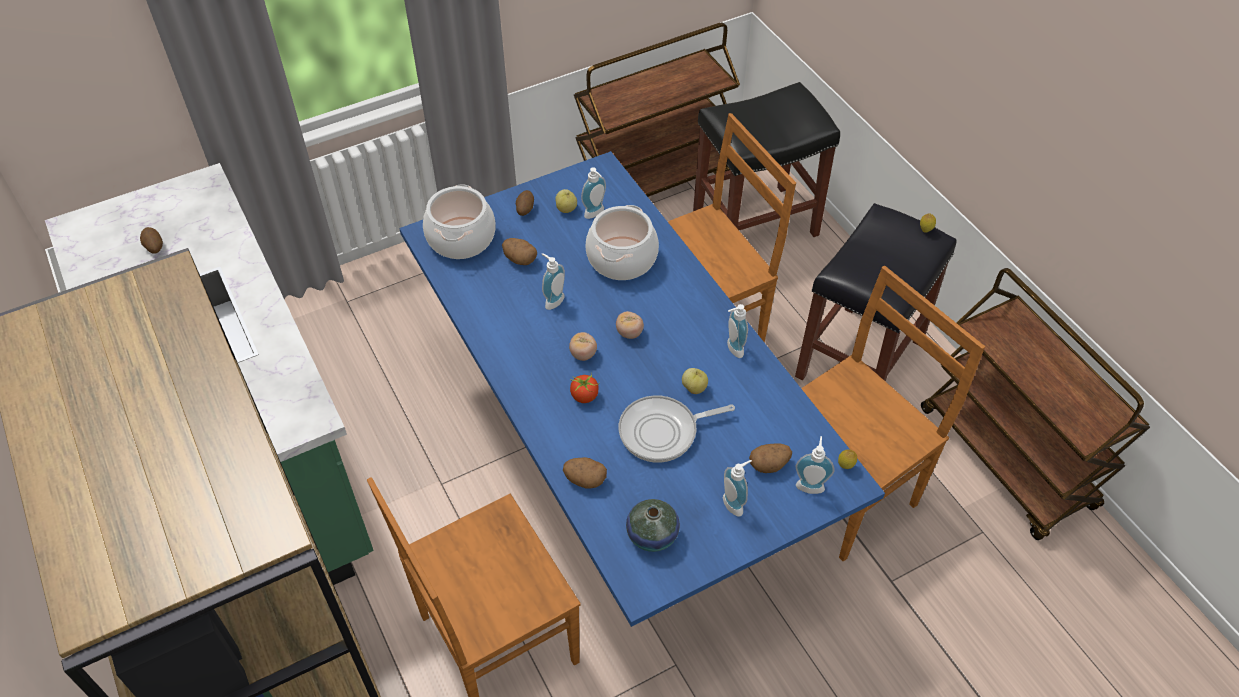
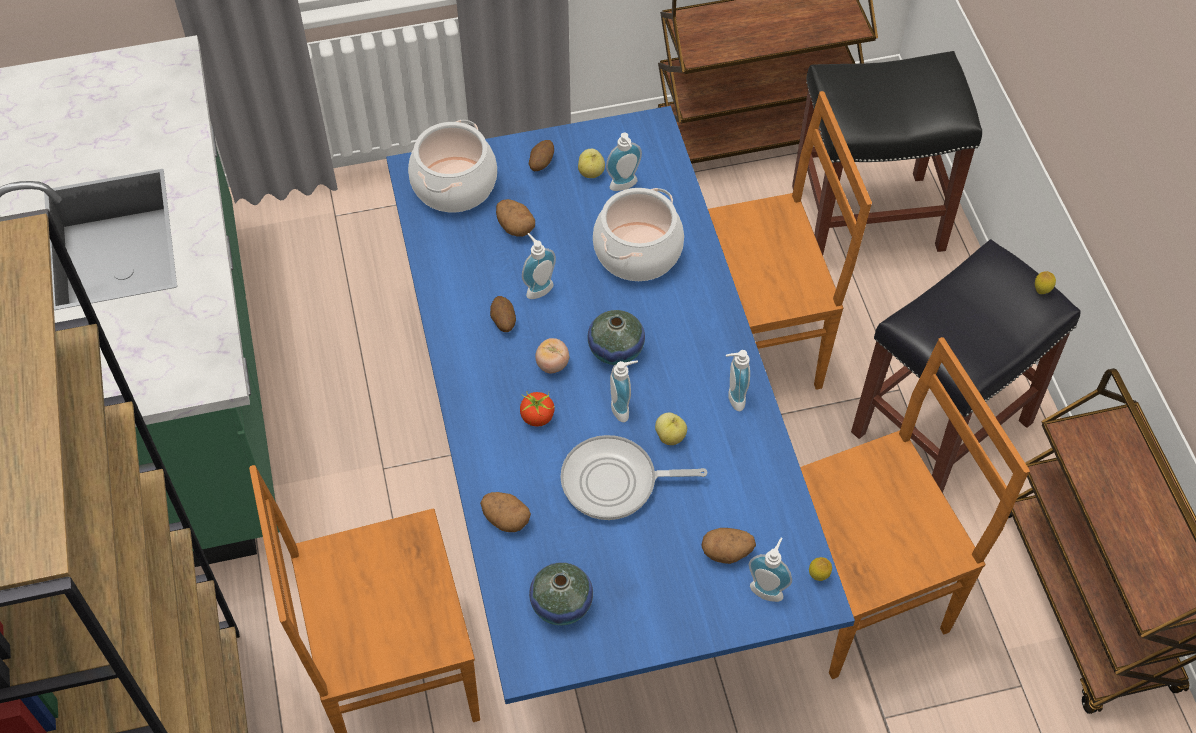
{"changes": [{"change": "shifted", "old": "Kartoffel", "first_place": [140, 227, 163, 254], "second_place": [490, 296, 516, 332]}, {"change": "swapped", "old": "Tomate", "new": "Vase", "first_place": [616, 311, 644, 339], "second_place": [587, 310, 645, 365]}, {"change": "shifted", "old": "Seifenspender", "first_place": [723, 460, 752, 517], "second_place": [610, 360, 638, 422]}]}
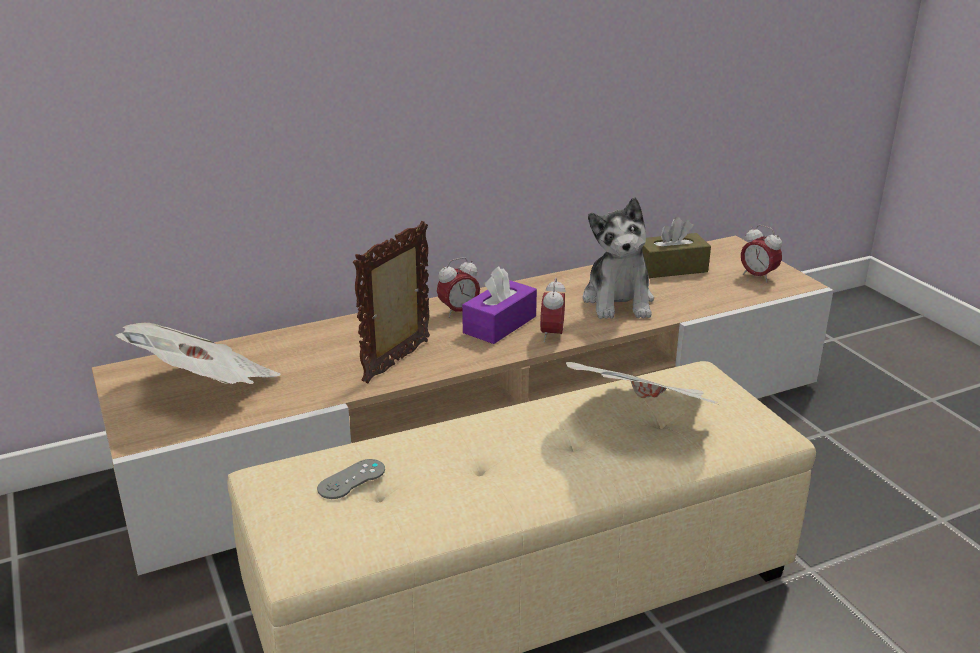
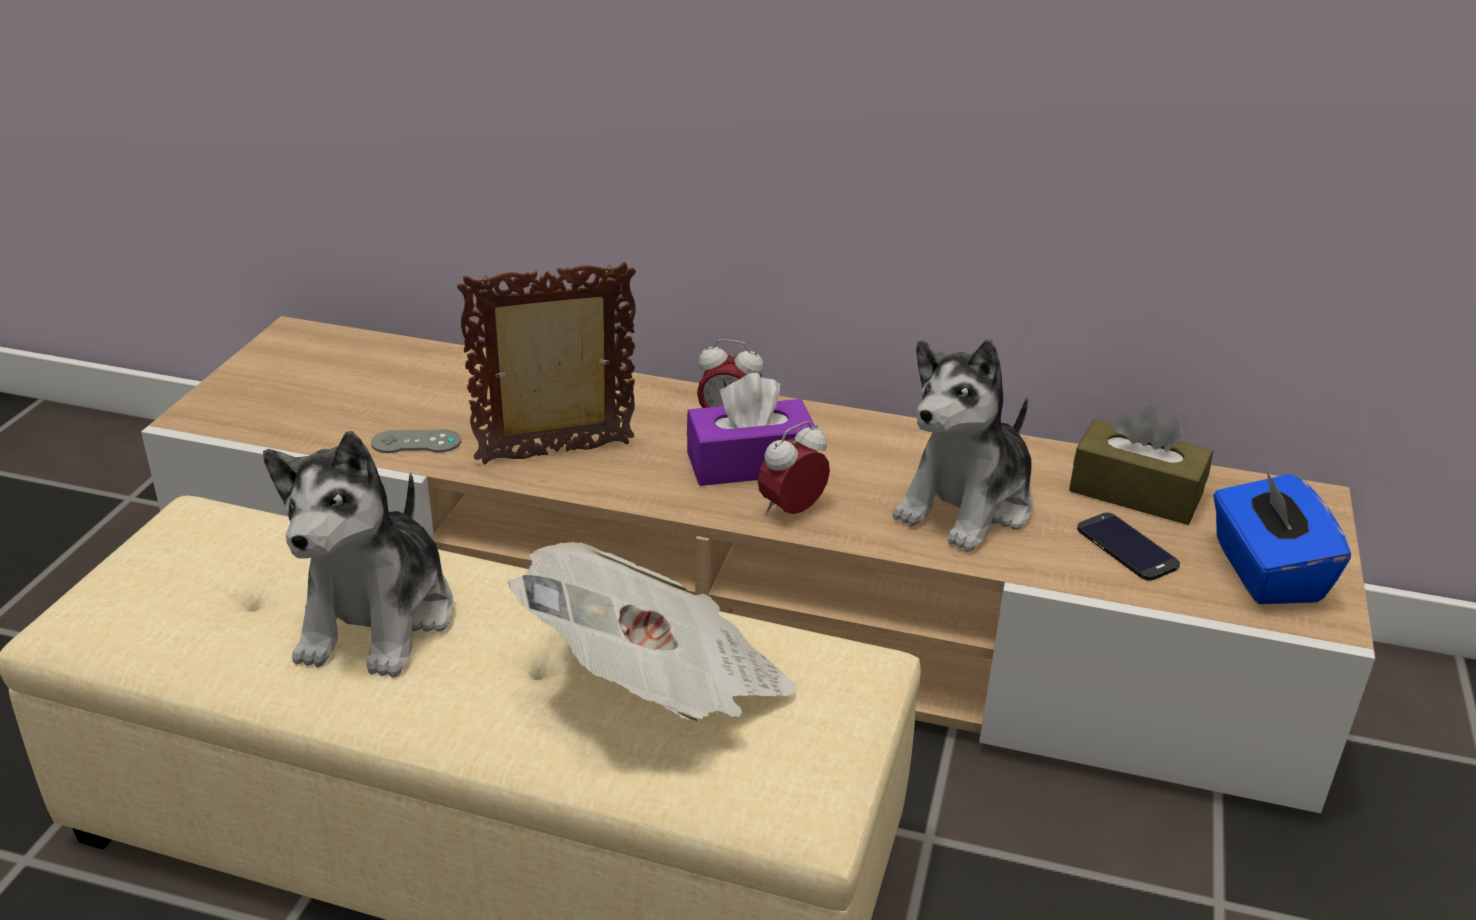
{"changes": [{"change": "swapped", "old": "Wecker", "new": "Taschentuchbox/blau", "first_place": [741, 225, 782, 283], "second_place": [1213, 468, 1351, 604]}, {"change": "gone", "old": "Zeitung", "first_place": [115, 323, 281, 384]}, {"change": "shifted", "old": "Gamepad/grau", "first_place": [317, 459, 385, 499], "second_place": [371, 430, 461, 453]}, {"change": "new", "new": "Plüschtier", "second_place": [263, 431, 453, 678]}, {"change": "new", "new": "Handy", "second_place": [1077, 513, 1180, 581]}]}
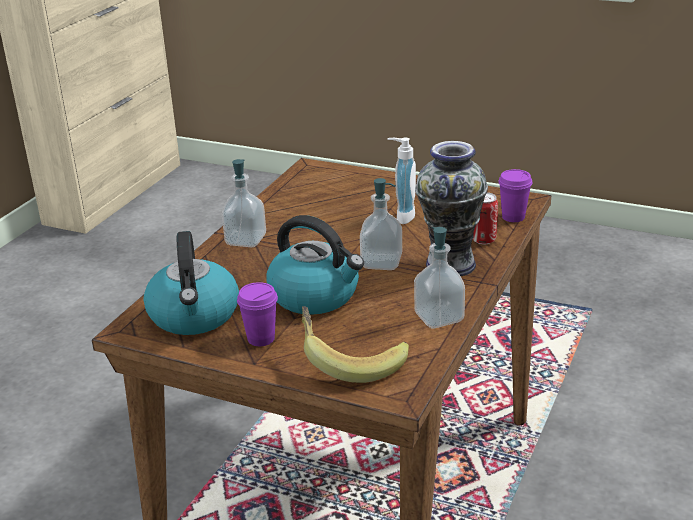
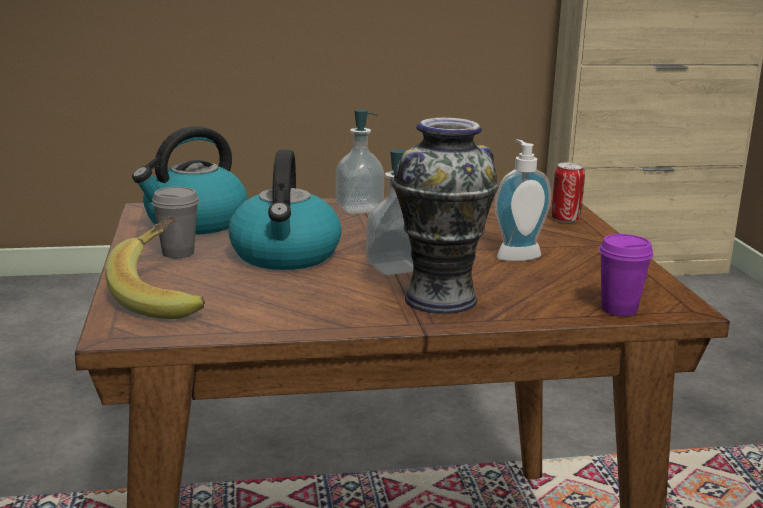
{"changes": [{"change": "shifted", "old": "Dose", "first_place": [472, 192, 498, 245], "second_place": [552, 162, 585, 223]}, {"change": "gone", "old": "Seifenspender", "first_place": [414, 227, 465, 328]}, {"change": "repainted", "old": "Tasse/lila", "new": "Tasse/grau", "first_place": [237, 282, 278, 346], "second_place": [152, 187, 199, 258]}]}
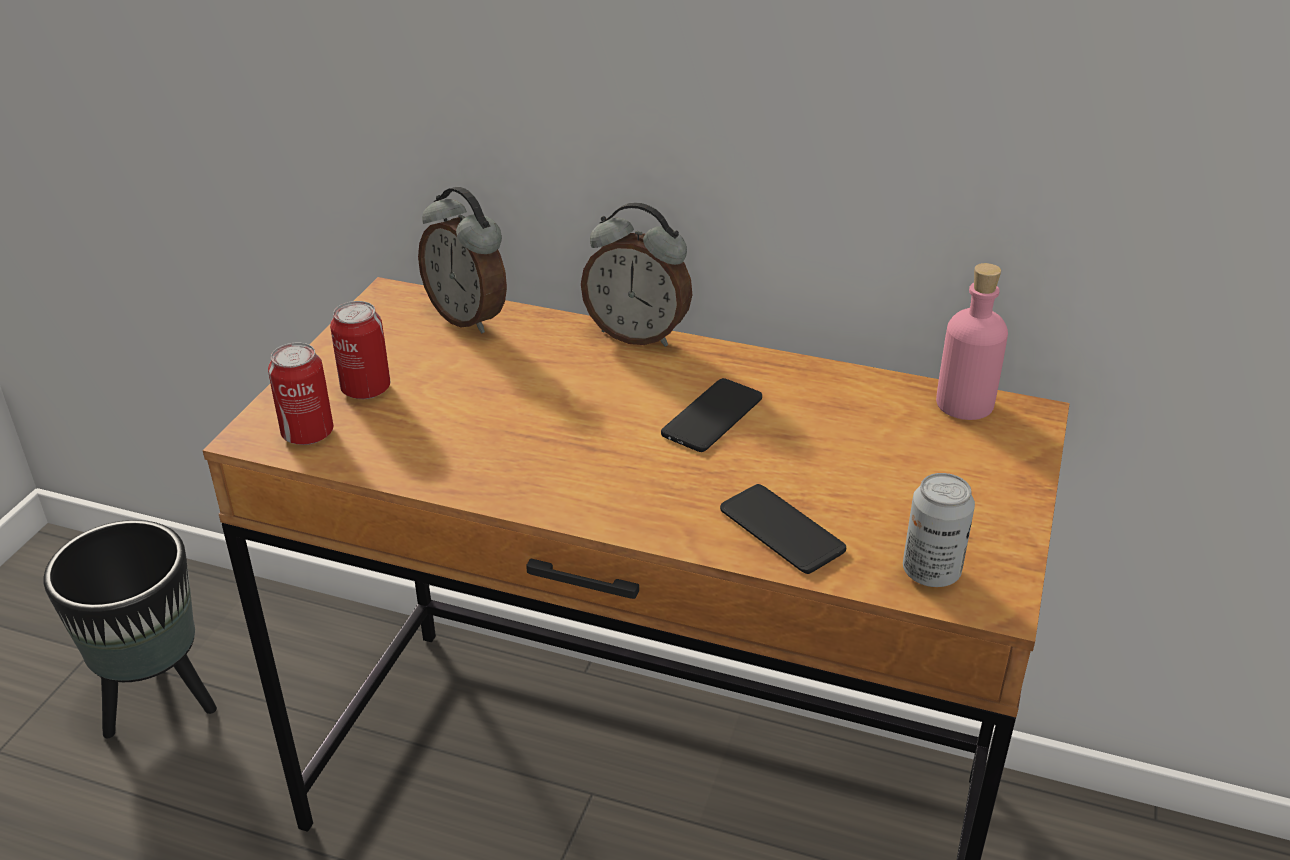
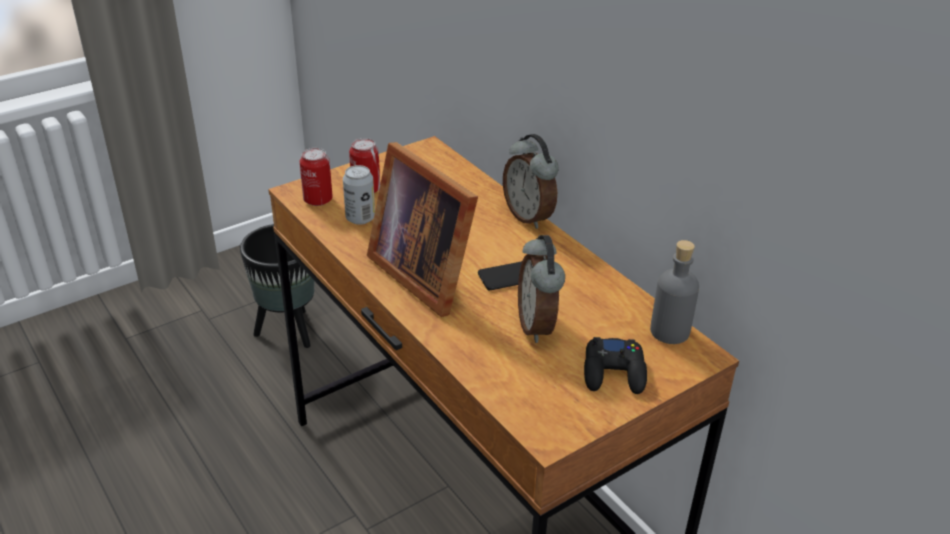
{"changes": [{"change": "shifted", "old": "Wecker", "first_place": [418, 187, 507, 334], "second_place": [518, 235, 565, 343]}, {"change": "repainted", "old": "Flasche/rosa", "new": "Flasche/grau", "first_place": [936, 263, 1008, 420], "second_place": [650, 240, 699, 344]}, {"change": "shifted", "old": "Dose", "first_place": [903, 473, 975, 587], "second_place": [343, 165, 375, 225]}, {"change": "gone", "old": "Handy", "first_place": [720, 484, 846, 574]}, {"change": "new", "new": "Bilderrahmen", "second_place": [367, 142, 478, 317]}, {"change": "new", "new": "Gamepad/schwarz", "second_place": [584, 337, 647, 394]}]}
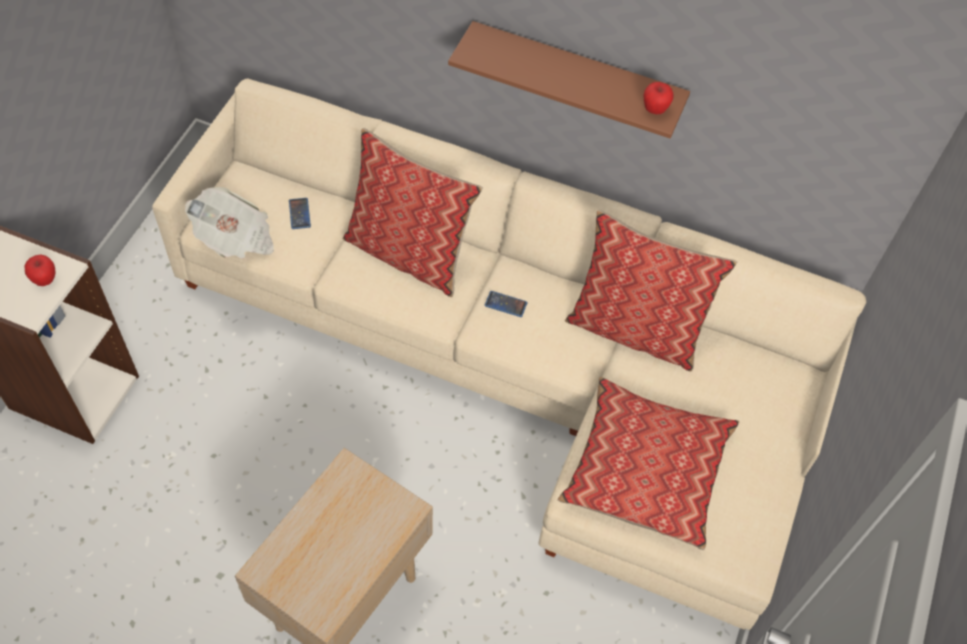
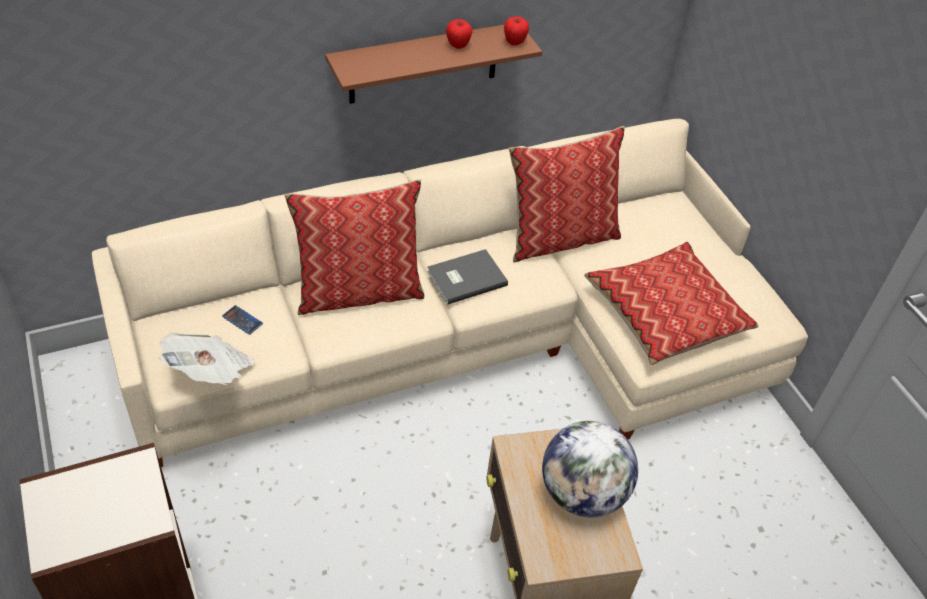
{"changes": [{"change": "shifted", "old": "Apfel", "first_place": [24, 254, 56, 286], "second_place": [446, 19, 473, 49]}, {"change": "swapped", "old": "Handy", "new": "Buch/grau", "first_place": [485, 291, 527, 317], "second_place": [427, 249, 508, 304]}, {"change": "new", "new": "Globus", "second_place": [542, 421, 638, 517]}]}
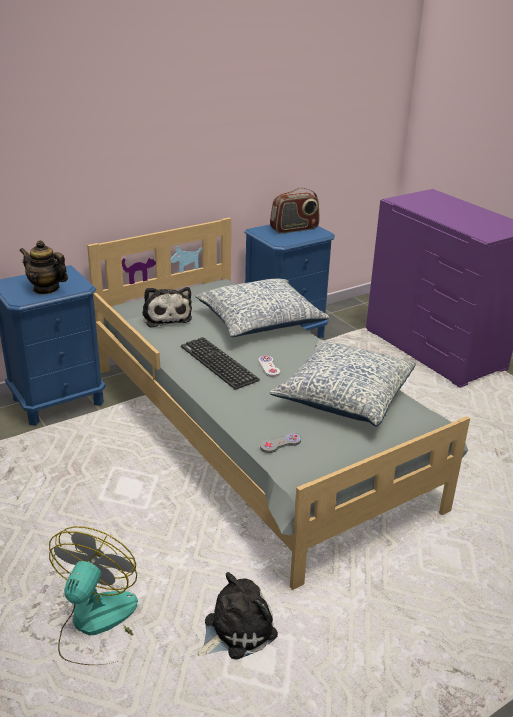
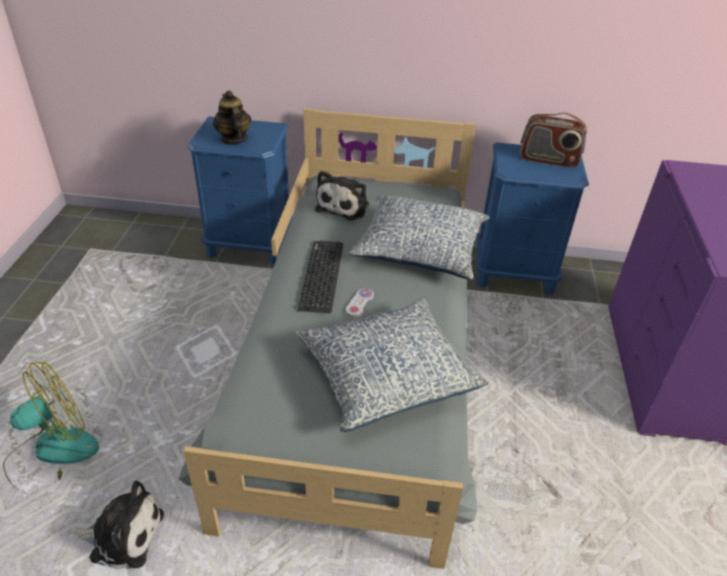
{"changes": [{"change": "gone", "old": "Gamepad/grau", "first_place": [260, 433, 301, 453]}]}
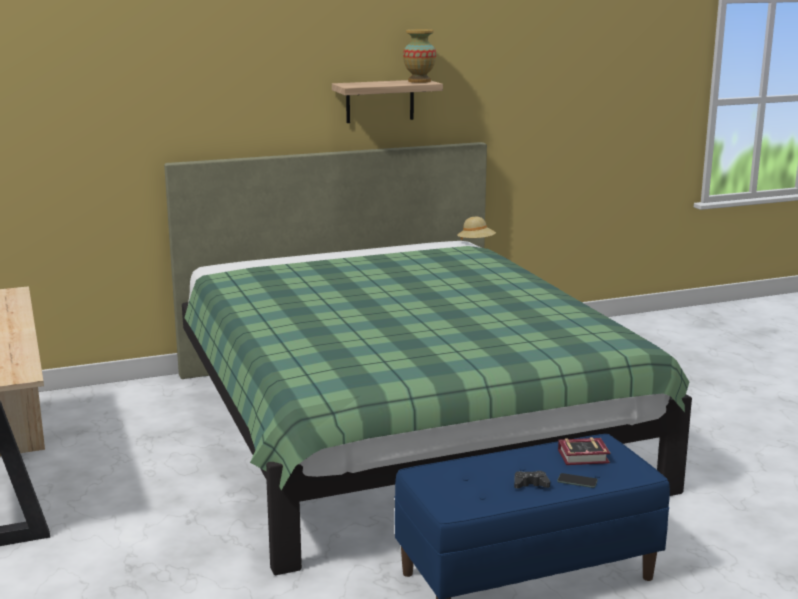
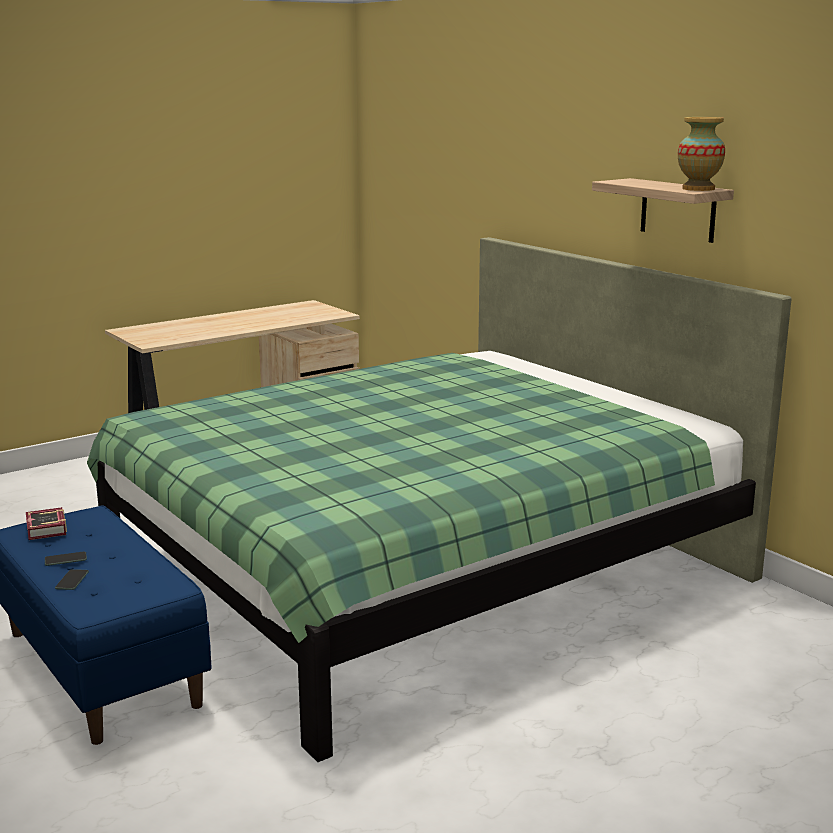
{"changes": [{"change": "gone", "old": "Hut/beige", "first_place": [457, 217, 496, 240]}, {"change": "shifted", "old": "Buch", "first_place": [558, 437, 610, 465], "second_place": [26, 507, 67, 540]}, {"change": "swapped", "old": "Gamepad/schwarz", "new": "Handy", "first_place": [514, 471, 550, 489], "second_place": [45, 552, 87, 566]}]}
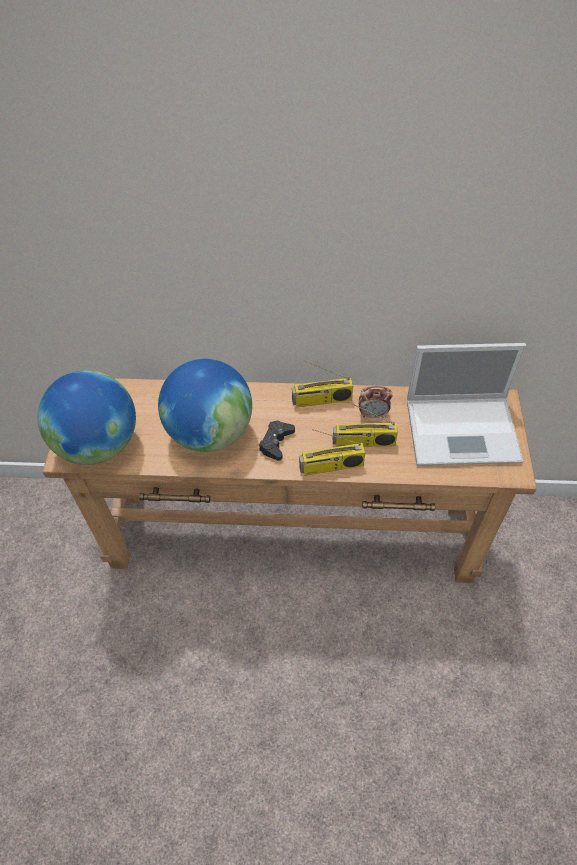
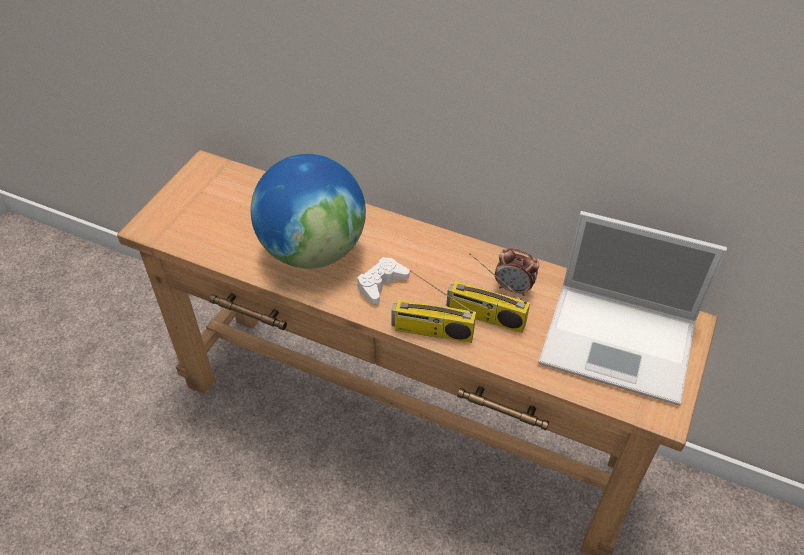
{"changes": [{"change": "gone", "old": "Radio", "first_place": [292, 361, 353, 407]}, {"change": "gone", "old": "Globus", "first_place": [37, 370, 136, 465]}, {"change": "repainted", "old": "Gamepad/schwarz", "new": "Gamepad/weiß", "first_place": [259, 421, 295, 461], "second_place": [357, 257, 410, 304]}]}
